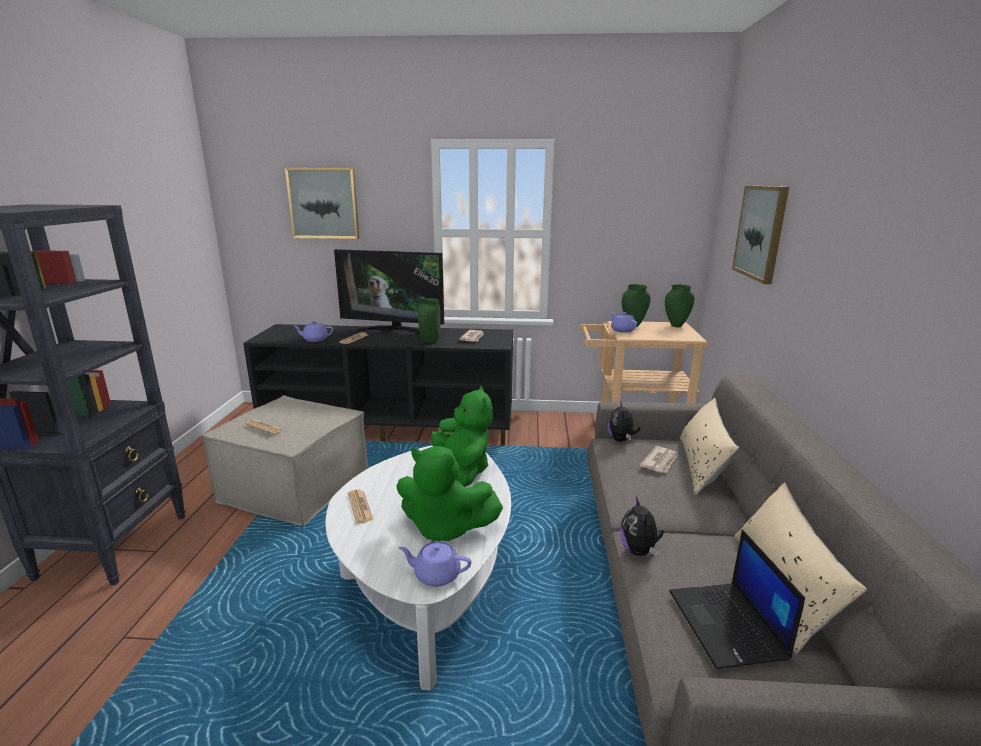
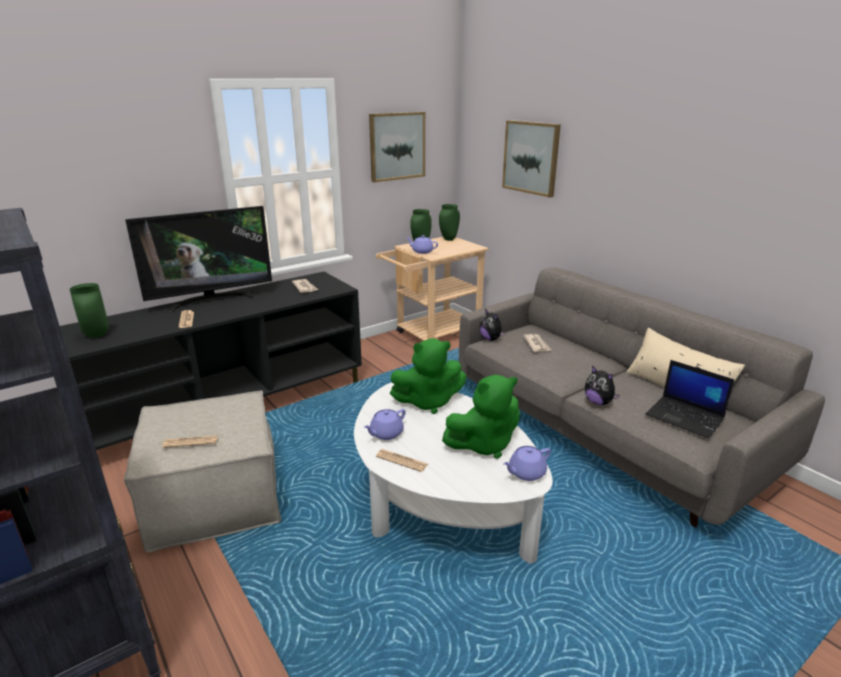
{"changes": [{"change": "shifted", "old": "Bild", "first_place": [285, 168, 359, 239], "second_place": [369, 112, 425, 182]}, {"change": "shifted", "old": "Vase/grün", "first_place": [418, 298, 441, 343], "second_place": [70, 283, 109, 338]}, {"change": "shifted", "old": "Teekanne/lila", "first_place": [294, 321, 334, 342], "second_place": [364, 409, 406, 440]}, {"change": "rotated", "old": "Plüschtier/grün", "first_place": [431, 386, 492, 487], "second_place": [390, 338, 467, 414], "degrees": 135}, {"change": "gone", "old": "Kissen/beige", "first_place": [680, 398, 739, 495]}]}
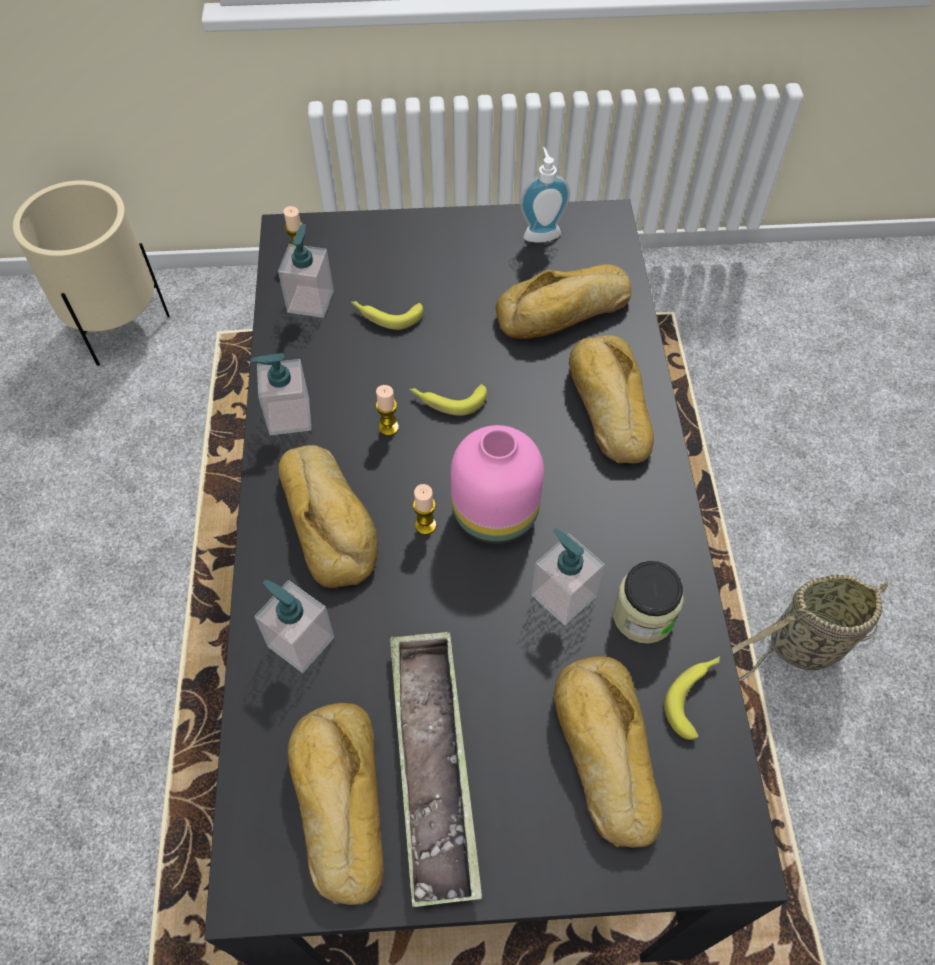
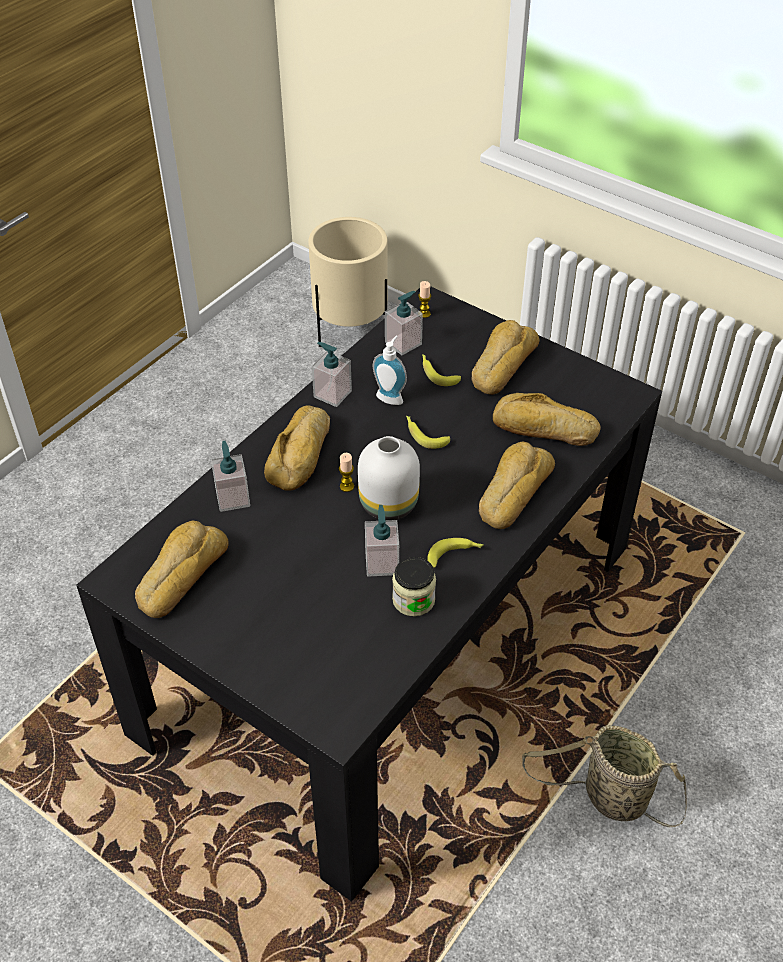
{"changes": [{"change": "shifted", "old": "Seifenspender", "first_place": [520, 147, 570, 243], "second_place": [373, 336, 407, 405]}, {"change": "gone", "old": "Kerze", "first_place": [376, 385, 399, 436]}, {"change": "repainted", "old": "Vase/rosa", "new": "Vase/weiß", "first_place": [451, 425, 544, 544], "second_place": [358, 436, 420, 520]}, {"change": "gone", "old": "Tablett", "first_place": [390, 632, 482, 907]}, {"change": "shifted", "old": "Brot", "first_place": [554, 656, 662, 848], "second_place": [471, 320, 540, 395]}, {"change": "shifted", "old": "Banane", "first_place": [664, 656, 720, 740], "second_place": [427, 538, 484, 568]}]}
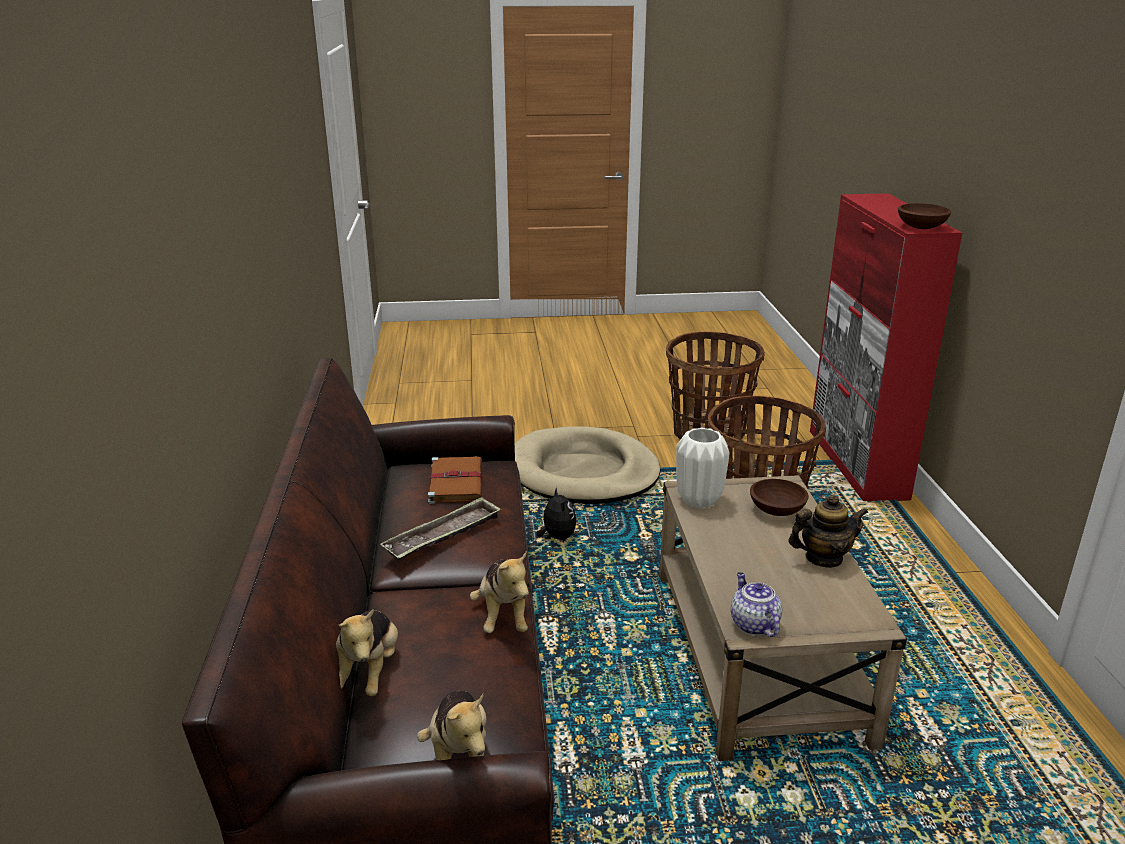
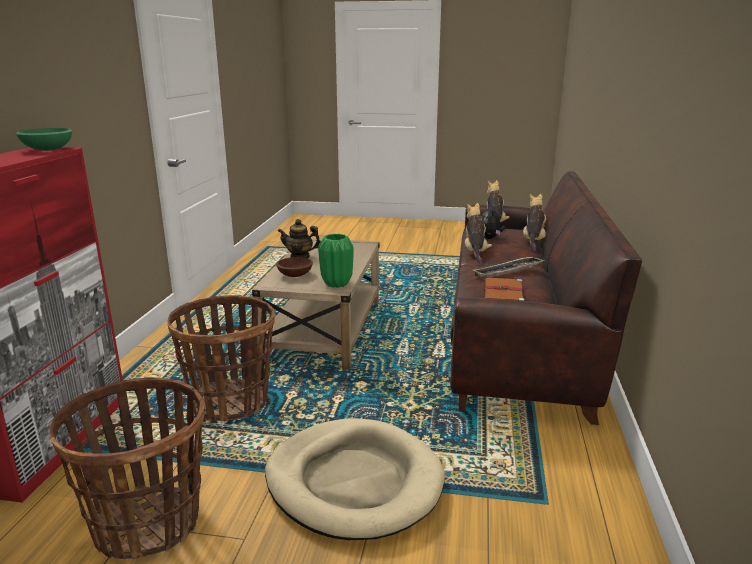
{"changes": [{"change": "repainted", "old": "Schüssel/braun", "new": "Schüssel/grün", "first_place": [898, 203, 951, 229], "second_place": [16, 128, 72, 151]}, {"change": "repainted", "old": "Vase/weiß", "new": "Vase/grün", "first_place": [676, 428, 729, 508], "second_place": [318, 234, 354, 287]}, {"change": "shifted", "old": "Plüschtier", "first_place": [537, 487, 576, 540], "second_place": [481, 205, 505, 239]}, {"change": "gone", "old": "Teekanne", "first_place": [731, 572, 782, 637]}]}
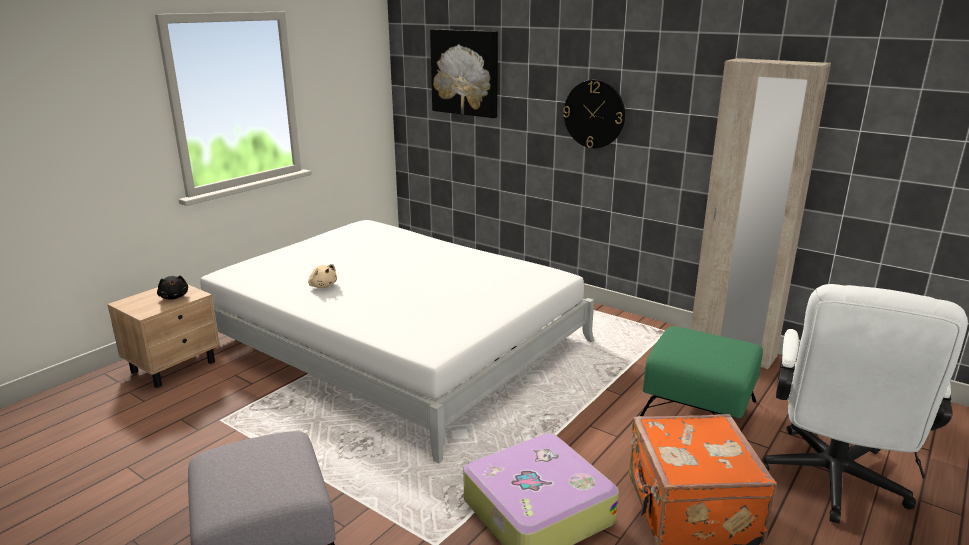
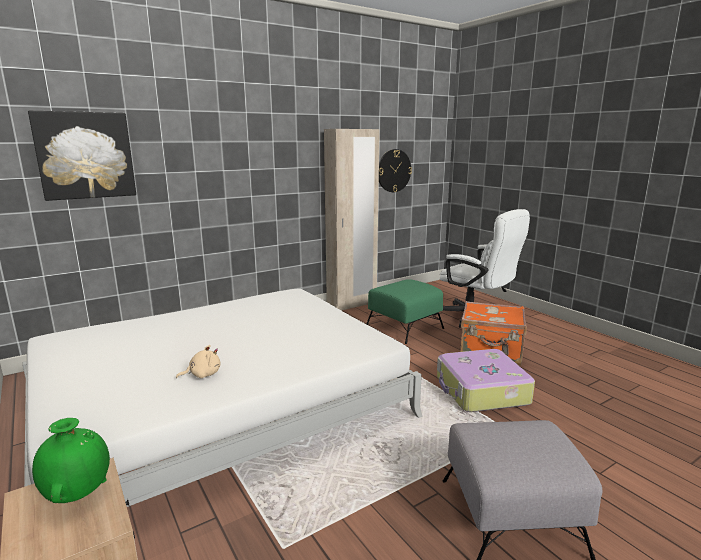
{"changes": [{"change": "shifted", "old": "Wanduhr", "first_place": [563, 80, 625, 148], "second_place": [379, 149, 412, 192]}, {"change": "swapped", "old": "Plüschtier/schwarz", "new": "Vase/grün", "first_place": [157, 276, 188, 299], "second_place": [32, 418, 110, 503]}]}
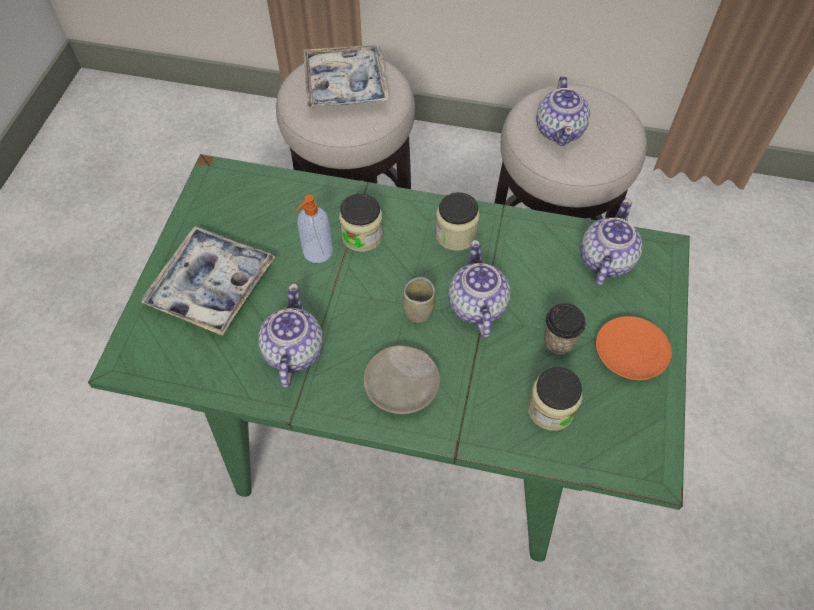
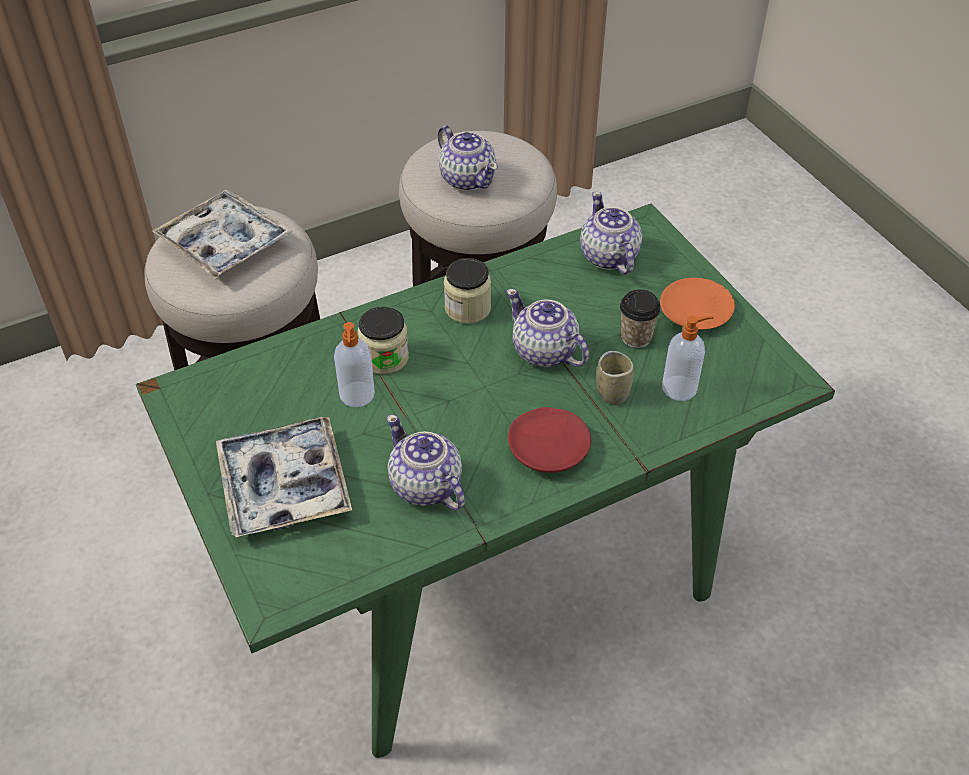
{"changes": [{"change": "shifted", "old": "Tasse", "first_place": [402, 277, 436, 323], "second_place": [596, 351, 634, 404]}, {"change": "repainted", "old": "Teller/beige", "new": "Teller/rot", "first_place": [364, 346, 440, 414], "second_place": [508, 407, 591, 473]}, {"change": "swapped", "old": "Vorratsglas", "new": "Seifenspender", "first_place": [527, 367, 583, 431], "second_place": [662, 316, 714, 401]}]}
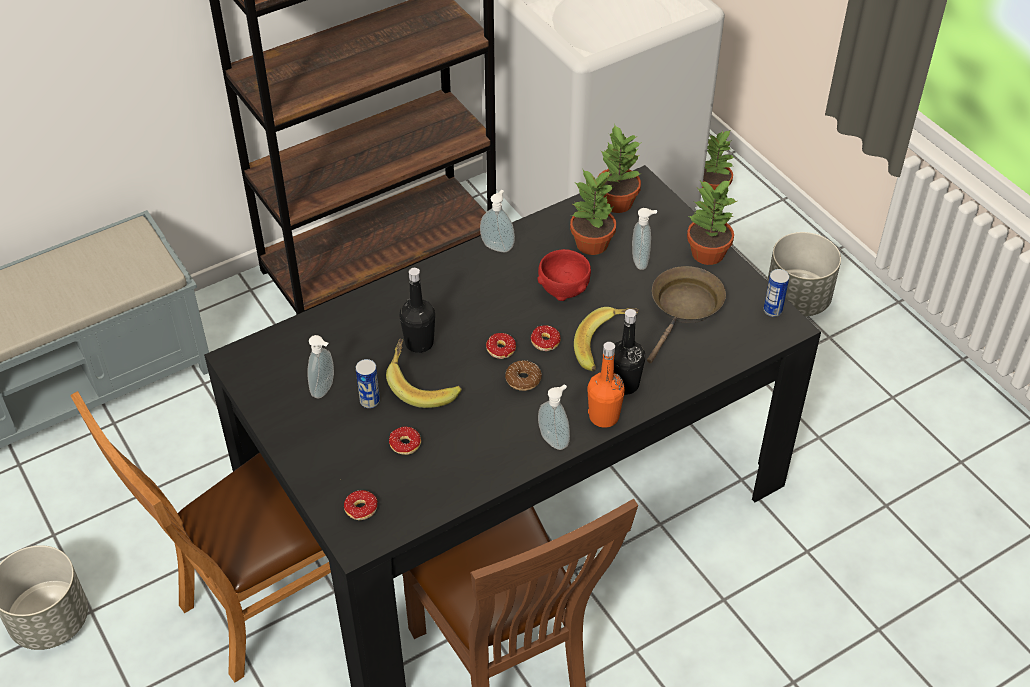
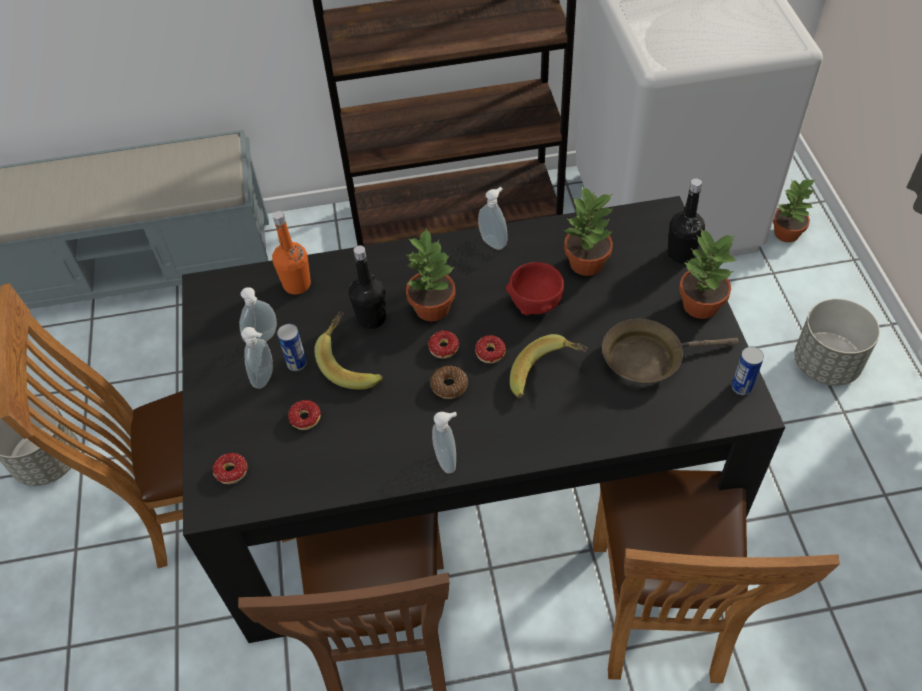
{"changes": [{"change": "shifted", "old": "Topfpflanze", "first_place": [598, 123, 642, 213], "second_place": [405, 229, 456, 322]}, {"change": "shifted", "old": "Seifenspender", "first_place": [632, 208, 657, 270], "second_place": [241, 327, 273, 389]}, {"change": "rotated", "old": "Pfanne/braun", "first_place": [647, 266, 726, 363], "second_place": [602, 319, 739, 384], "degrees": -150}, {"change": "shifted", "old": "Flasche/schwarz", "first_place": [614, 309, 645, 395], "second_place": [668, 178, 705, 264]}, {"change": "shifted", "old": "Flasche/orange", "first_place": [587, 342, 625, 428], "second_place": [272, 211, 311, 294]}, {"change": "new", "new": "Stuhl/braun", "second_place": [593, 470, 840, 683]}]}
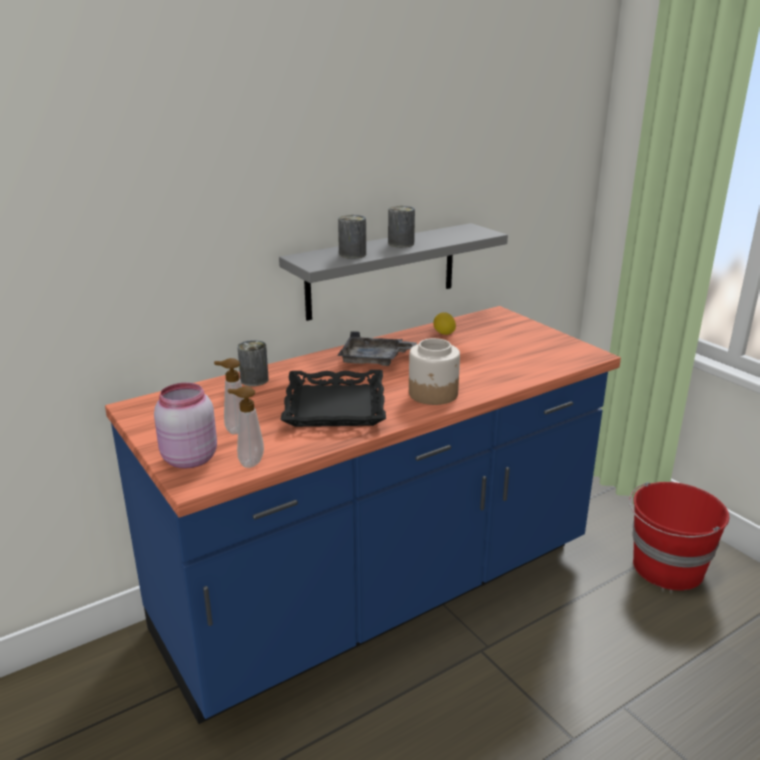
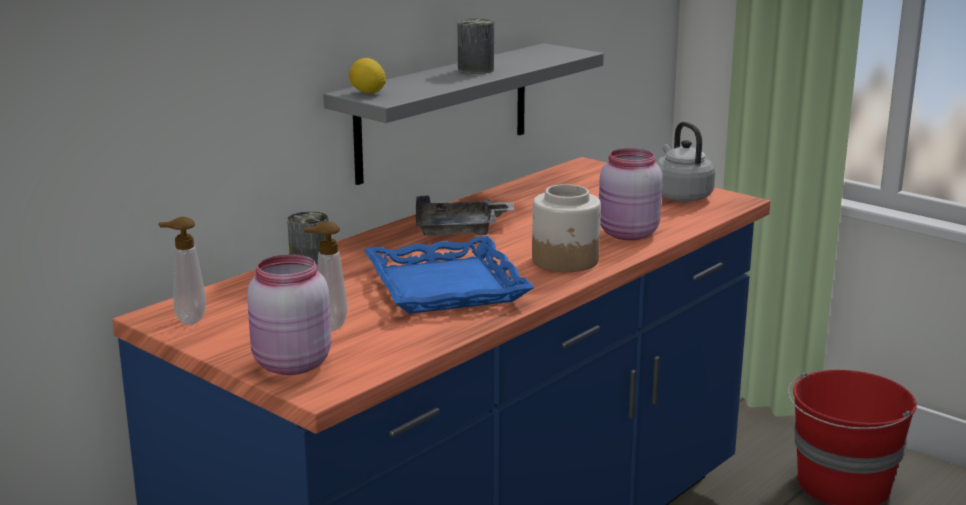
{"changes": [{"change": "gone", "old": "Dose", "first_place": [338, 215, 366, 259]}, {"change": "shifted", "old": "Zitrone", "first_place": [433, 312, 456, 335], "second_place": [349, 58, 386, 94]}, {"change": "repainted", "old": "Tablett/schwarz", "new": "Tablett/blau", "first_place": [281, 370, 386, 427], "second_place": [364, 236, 535, 314]}, {"change": "shifted", "old": "Seifenspender", "first_place": [227, 386, 264, 468], "second_place": [158, 217, 206, 325]}, {"change": "new", "new": "Wasserkessel/grau", "second_place": [656, 122, 715, 202]}, {"change": "new", "new": "Vorratsglas/rosa", "second_place": [599, 148, 663, 240]}]}
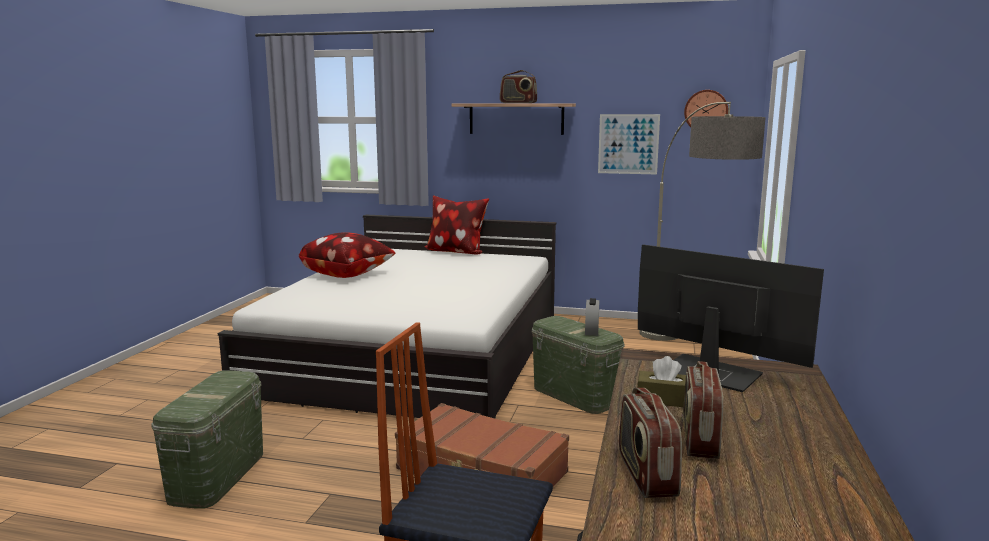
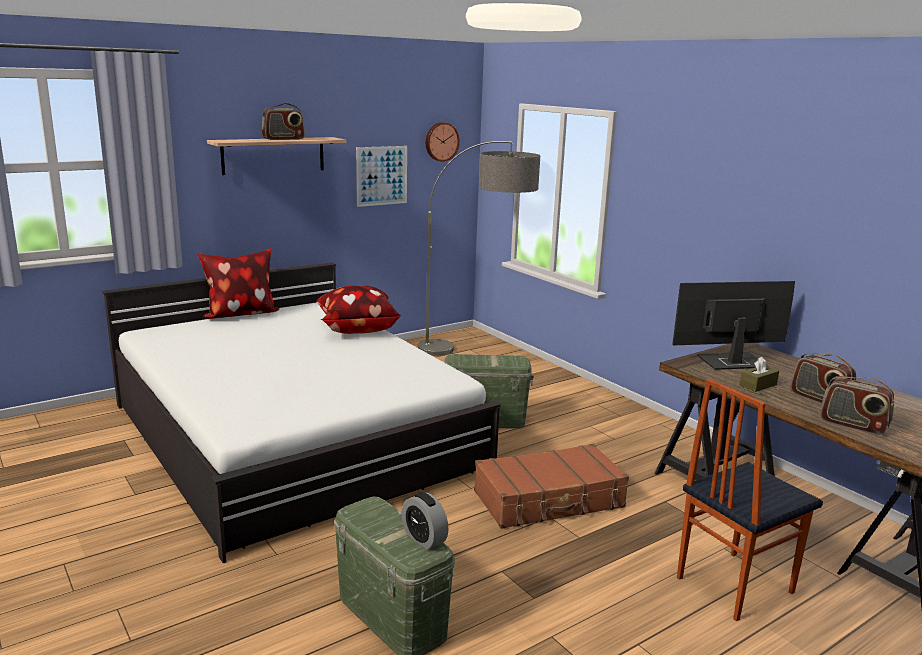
{"changes": [{"change": "shifted", "old": "Kissen", "first_place": [299, 232, 396, 278], "second_place": [316, 285, 401, 334]}, {"change": "shifted", "old": "Wecker", "first_place": [585, 298, 599, 336], "second_place": [402, 492, 449, 550]}]}
